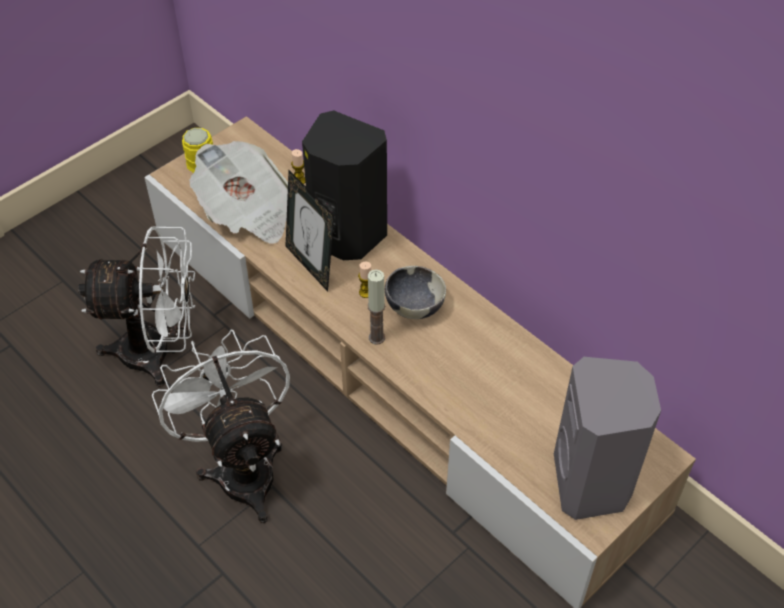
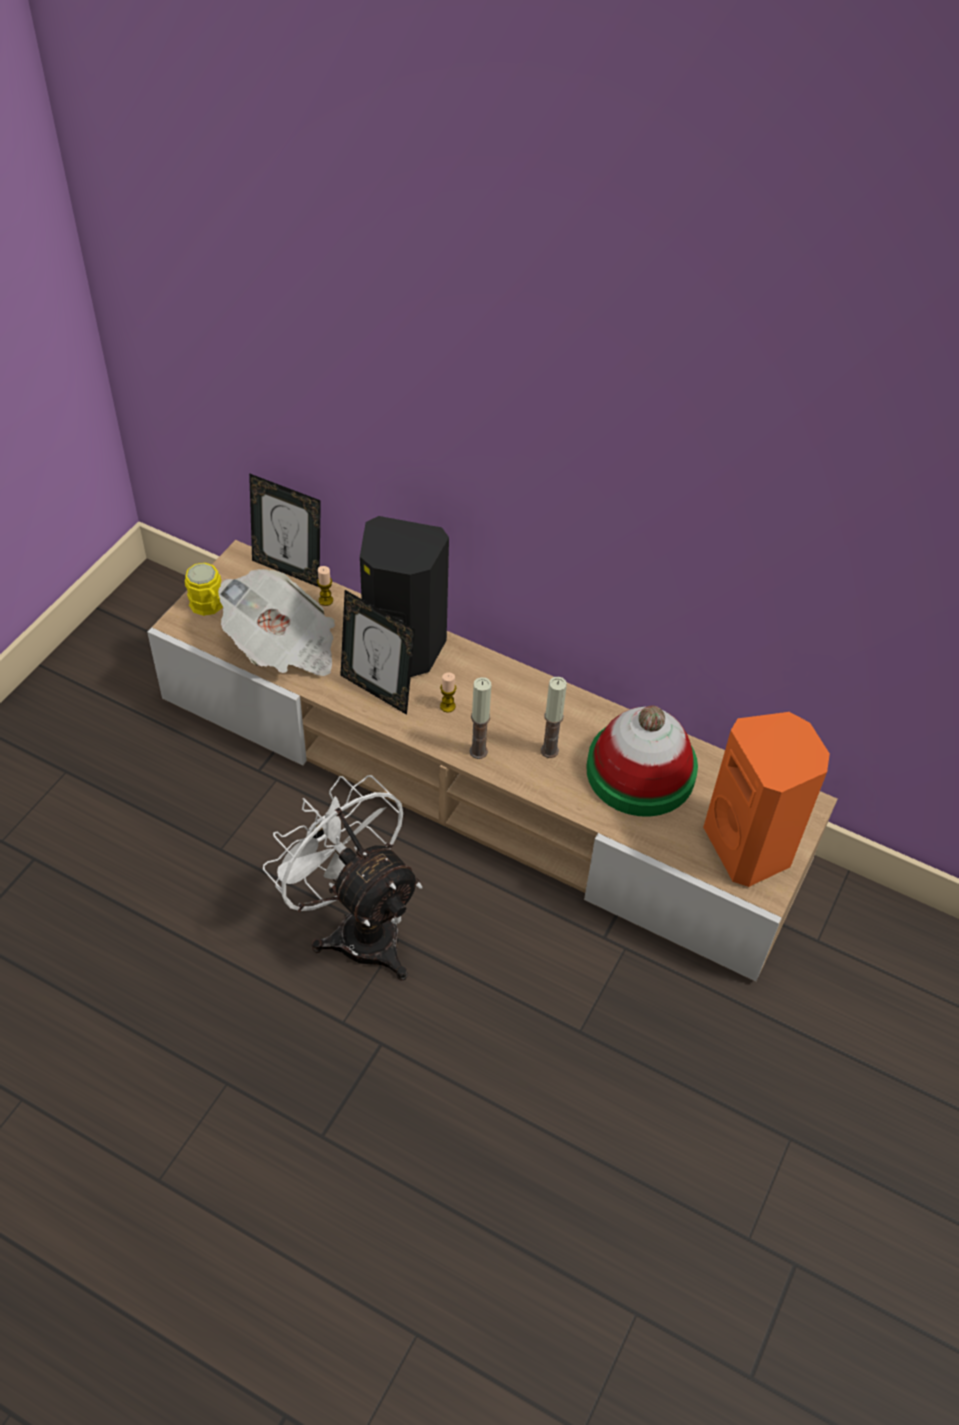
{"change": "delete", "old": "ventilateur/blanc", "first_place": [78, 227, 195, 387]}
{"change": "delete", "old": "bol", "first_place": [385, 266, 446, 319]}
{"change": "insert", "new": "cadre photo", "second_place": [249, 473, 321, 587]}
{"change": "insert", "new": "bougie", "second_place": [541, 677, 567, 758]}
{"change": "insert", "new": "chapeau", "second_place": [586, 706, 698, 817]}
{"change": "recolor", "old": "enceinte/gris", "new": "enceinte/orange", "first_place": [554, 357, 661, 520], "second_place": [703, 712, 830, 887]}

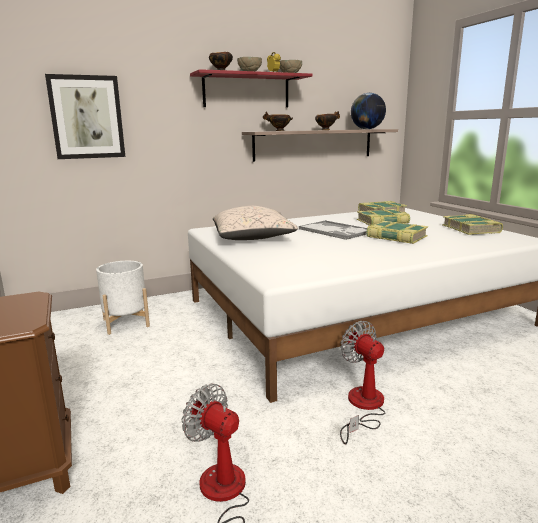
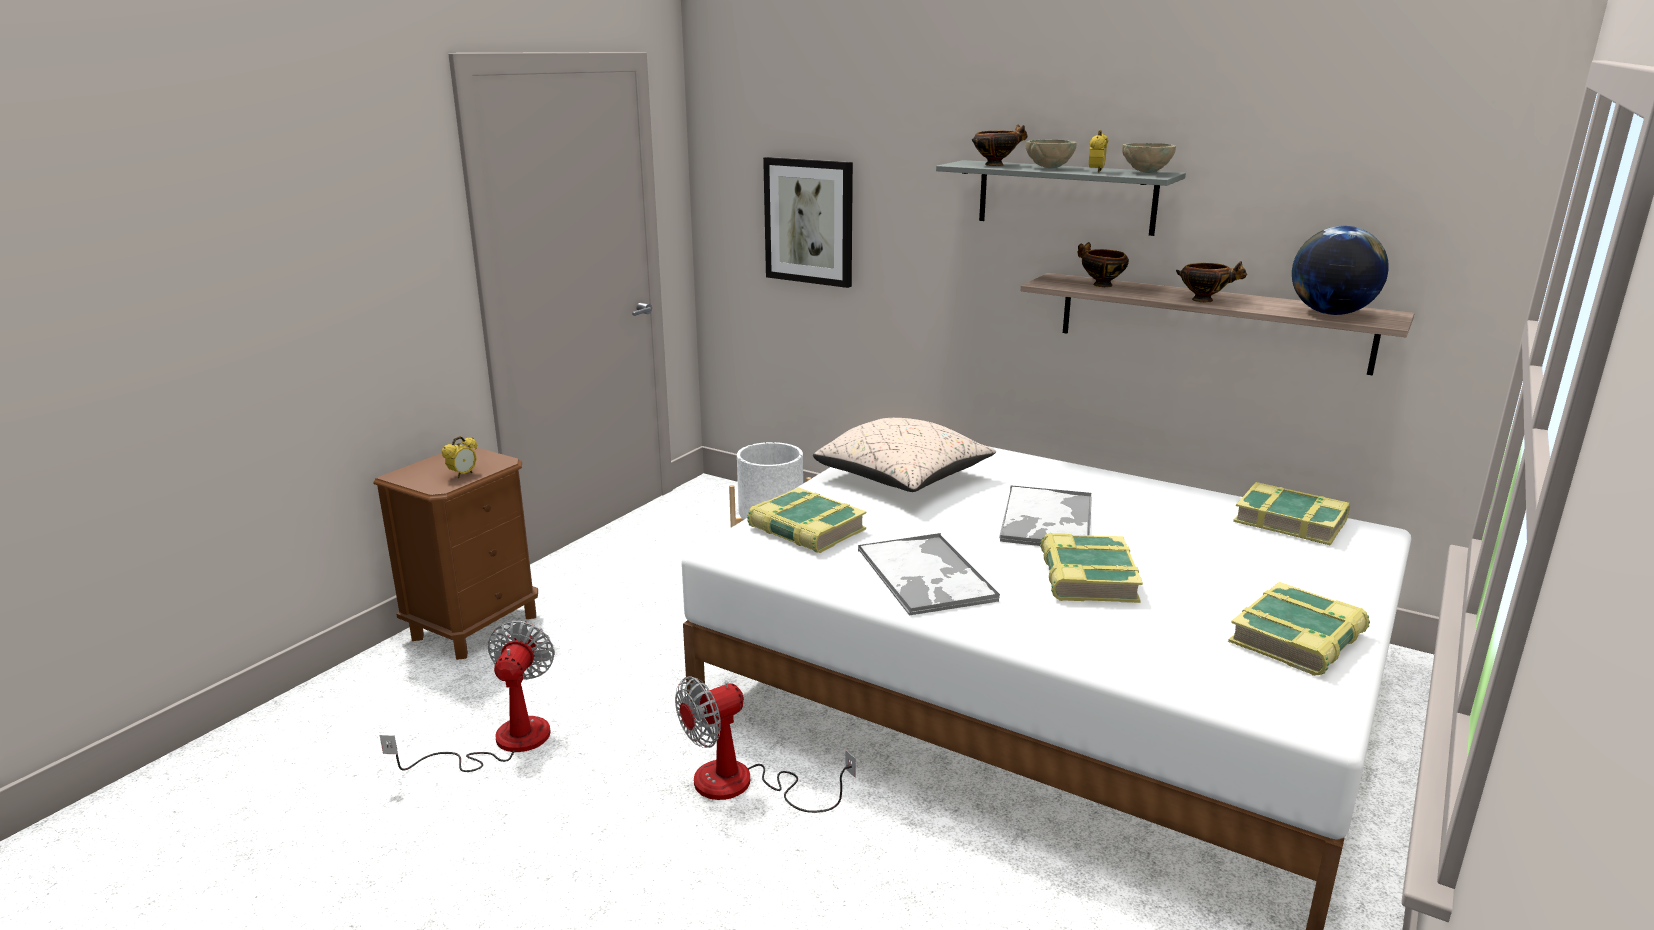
{"change": "insert", "new": "réveil", "second_place": [441, 436, 477, 478]}
{"change": "insert", "new": "plateau", "second_place": [858, 533, 1000, 616]}
{"change": "move", "old": "livre", "first_place": [357, 209, 410, 226], "second_place": [747, 487, 867, 553]}
{"change": "recolor", "old": "étagère/rouge", "new": "étagère/gris", "first_place": [190, 69, 313, 108], "second_place": [936, 160, 1186, 236]}
{"change": "rotate", "old": "ventilateur", "first_place": [340, 321, 386, 445], "second_place": [675, 676, 856, 813], "degrees": -150}

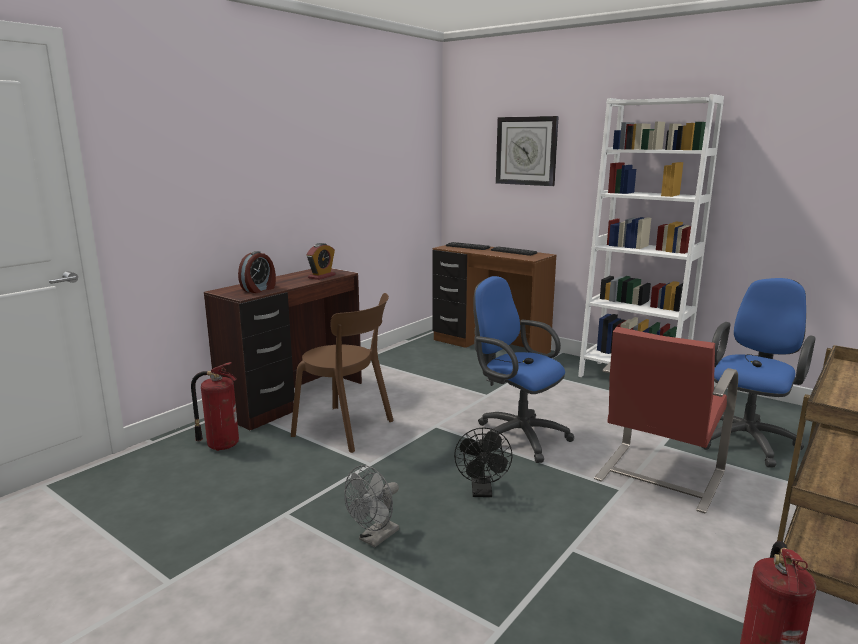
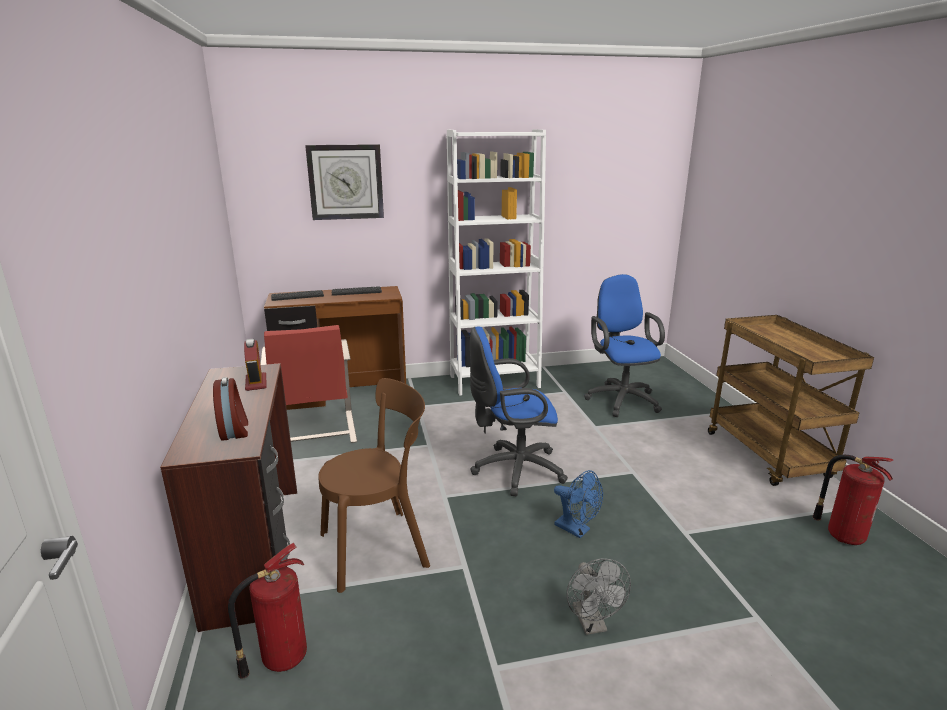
{"change": "move", "old": "chaise/rouge", "first_place": [594, 327, 738, 513], "second_place": [260, 325, 357, 443]}
{"change": "recolor", "old": "ventilateur/noir", "new": "ventilateur/bleu", "first_place": [454, 427, 512, 497], "second_place": [554, 470, 603, 538]}

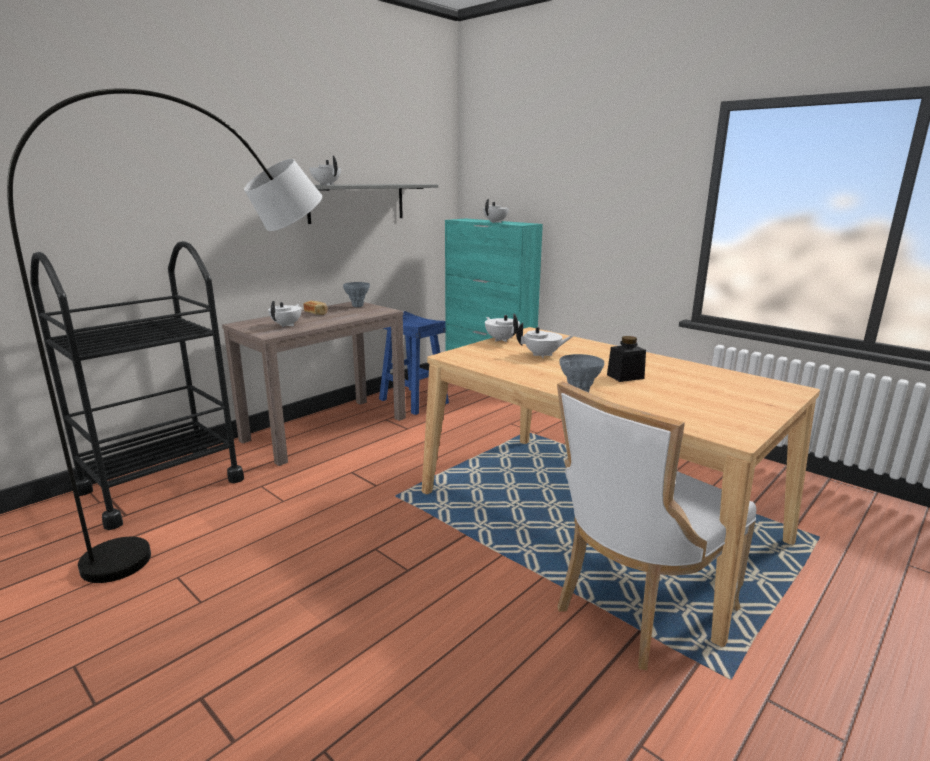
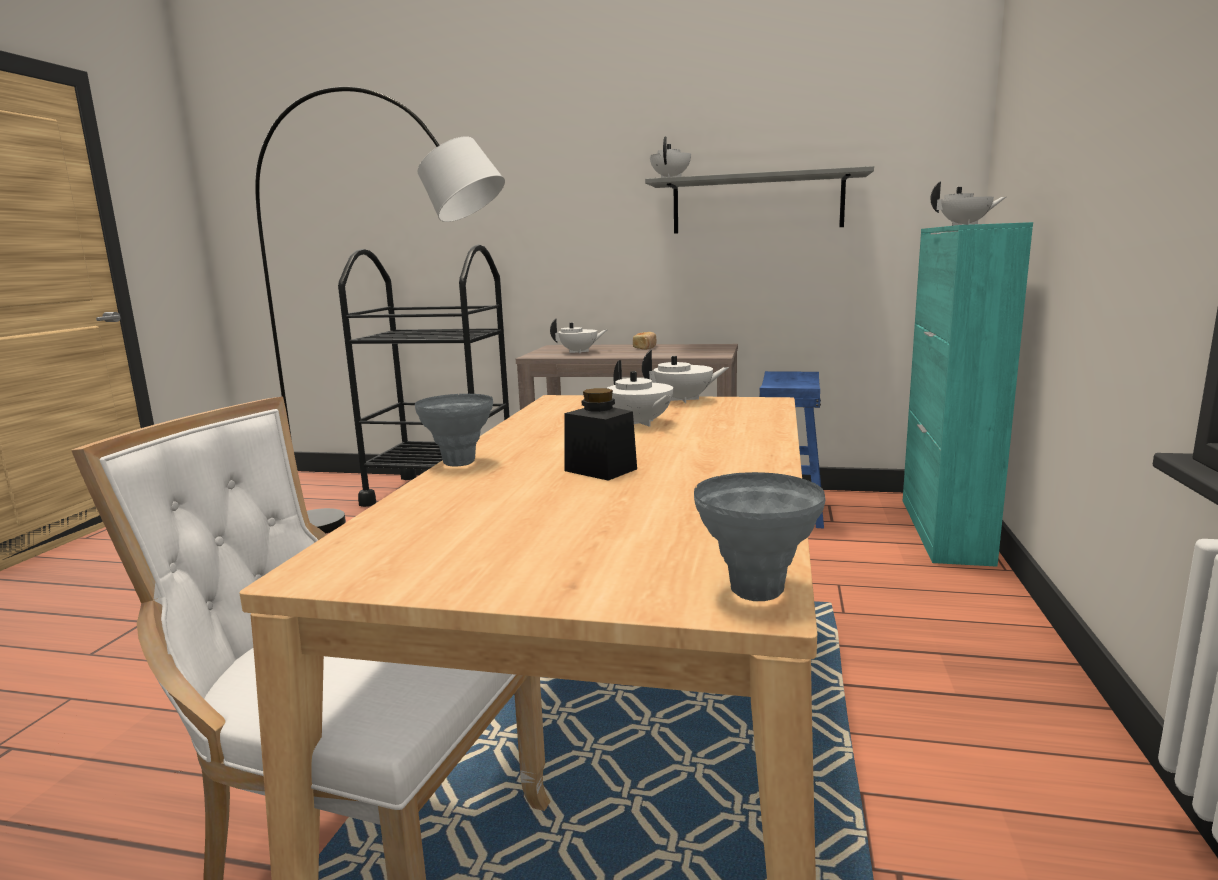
{"change": "move", "old": "vase/gris", "first_place": [343, 282, 370, 307], "second_place": [694, 472, 826, 601]}
{"change": "rotate", "old": "théière/blanc", "first_place": [485, 313, 520, 342], "second_place": [642, 349, 729, 403], "degrees": 60}

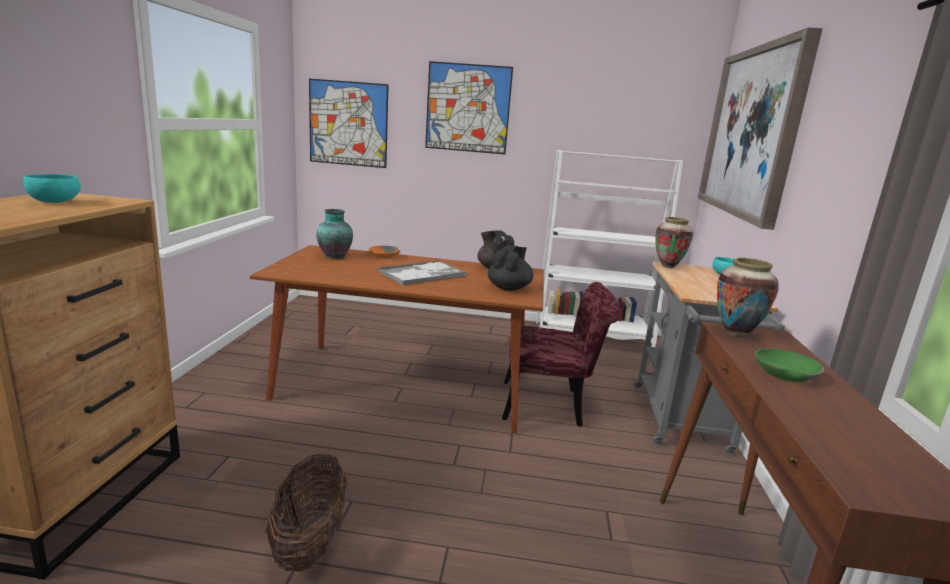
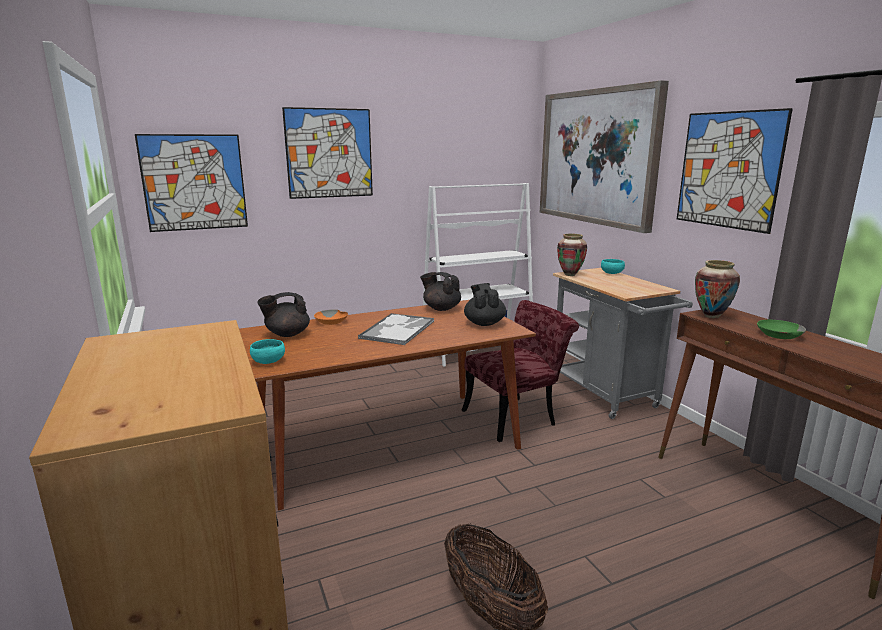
{"change": "insert", "new": "tableau", "second_place": [677, 108, 793, 234]}
{"change": "move", "old": "bol/turquoise", "first_place": [23, 174, 81, 203], "second_place": [250, 339, 285, 364]}
{"change": "replace", "old": "vase", "new": "théière/noir", "first_place": [316, 209, 353, 259], "second_place": [258, 292, 310, 337]}

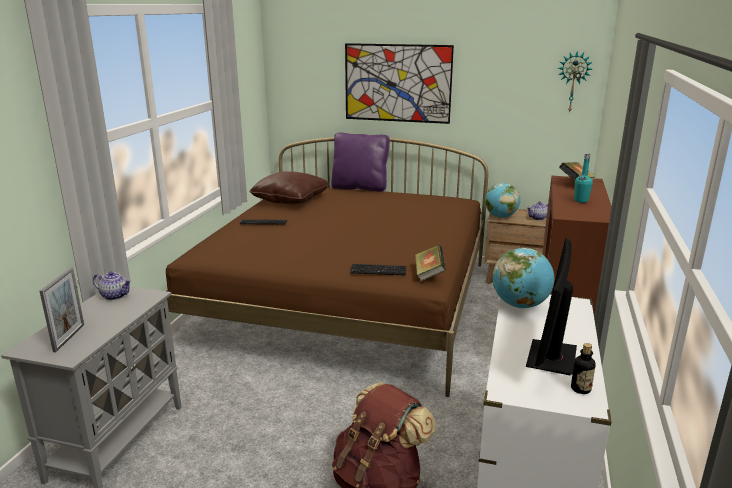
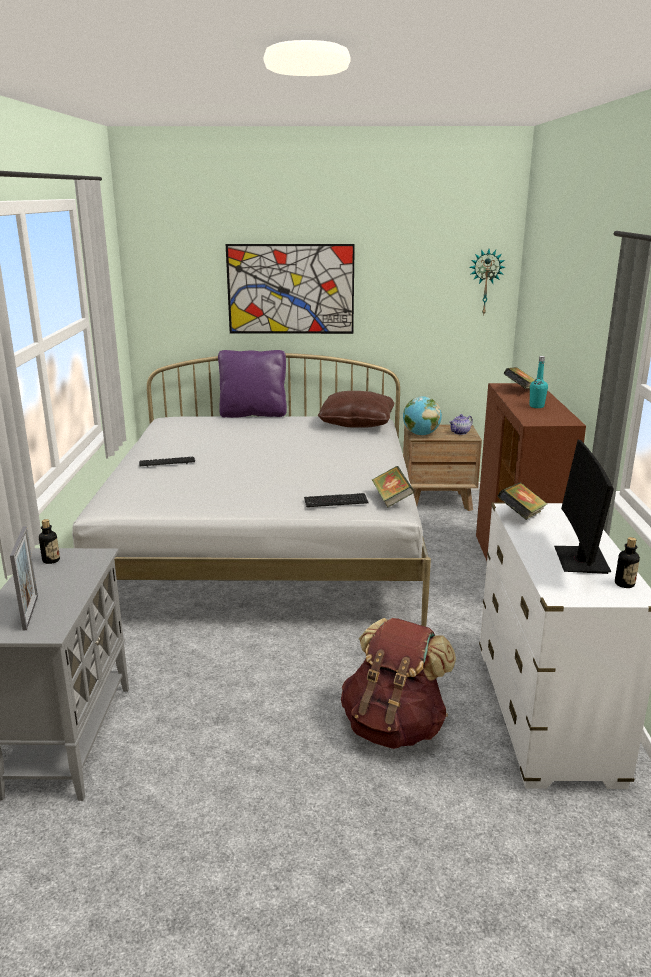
{"change": "move", "old": "coussin/marron", "first_place": [249, 171, 329, 204], "second_place": [318, 391, 394, 428]}
{"change": "replace", "old": "théière", "new": "bouteille", "first_place": [93, 271, 132, 300], "second_place": [39, 519, 60, 564]}
{"change": "replace", "old": "globe", "new": "livre", "first_place": [492, 248, 554, 308], "second_place": [498, 483, 547, 520]}
{"change": "recolor", "old": "lit/marron", "new": "lit/blanc", "first_place": [164, 137, 488, 397], "second_place": [72, 353, 431, 627]}

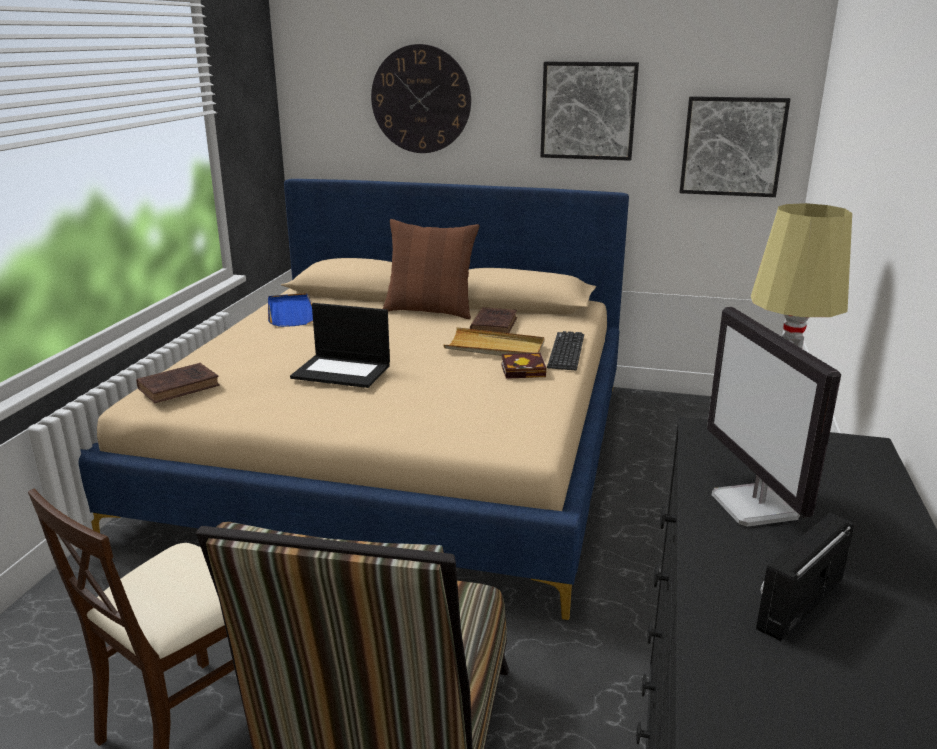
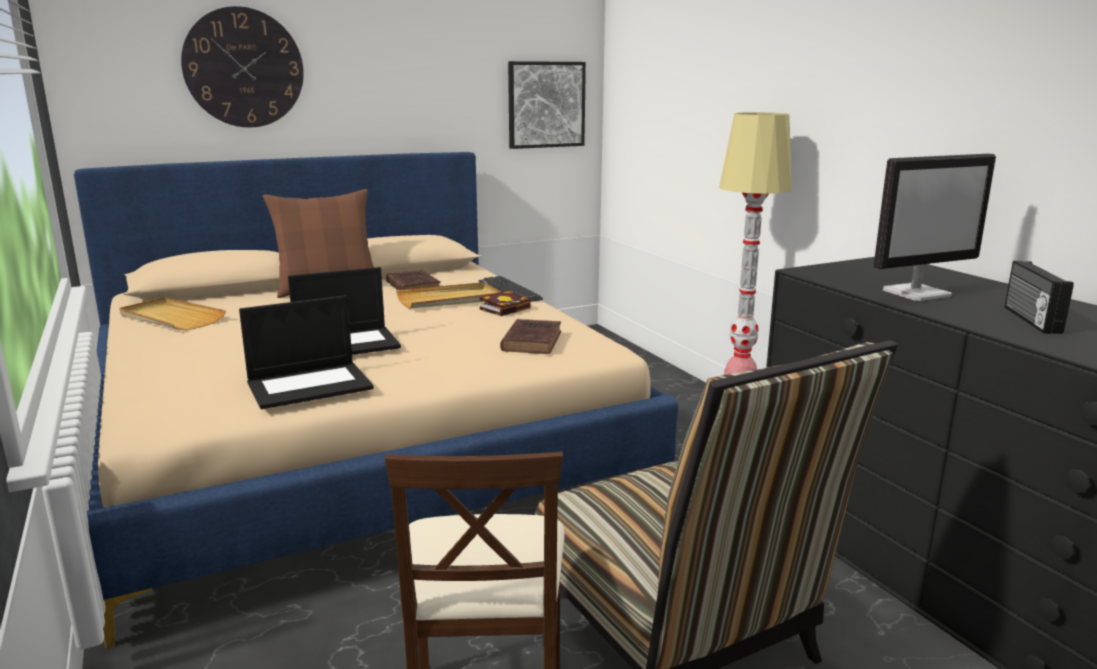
{"change": "delete", "old": "tableau", "first_place": [540, 62, 639, 161]}
{"change": "insert", "new": "ordinateur portable", "second_place": [239, 295, 374, 409]}
{"change": "move", "old": "livre/marron", "first_place": [136, 363, 220, 403], "second_place": [500, 319, 561, 354]}
{"change": "recolor", "old": "plateau/bleu", "new": "plateau/beige", "first_place": [268, 293, 313, 327], "second_place": [119, 297, 226, 330]}
{"change": "rotate", "old": "écran d'ordinateur", "first_place": [707, 307, 841, 527], "second_place": [874, 153, 996, 301], "degrees": -60}

